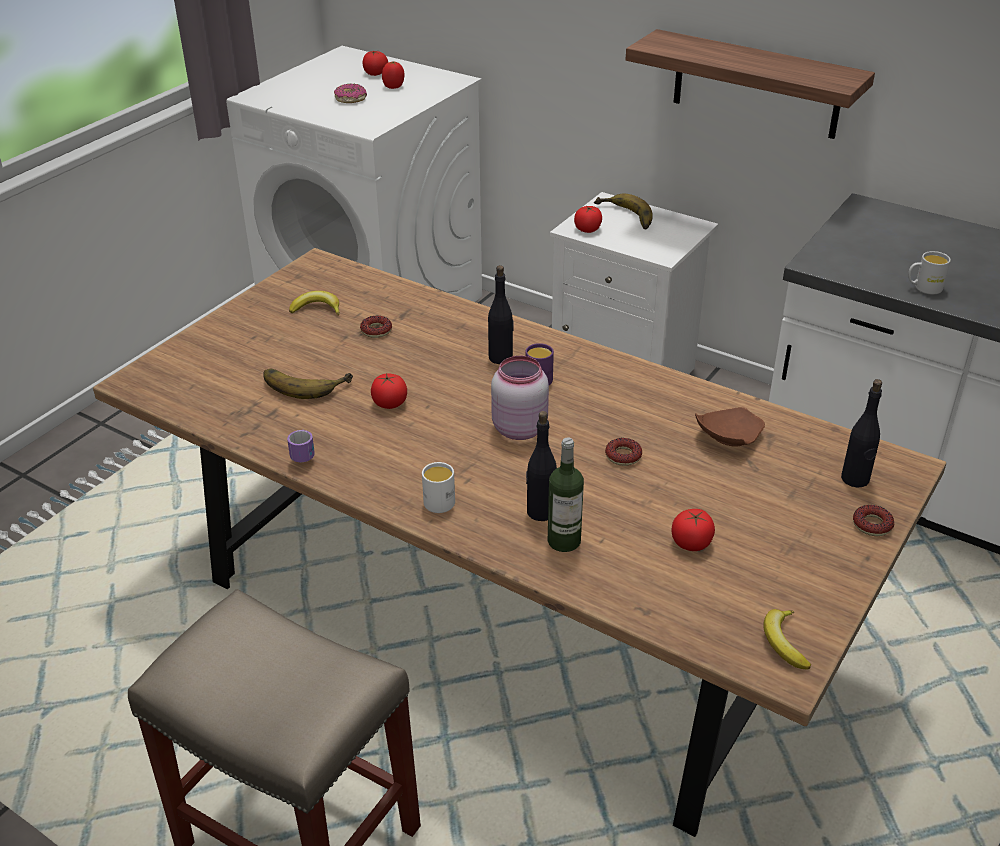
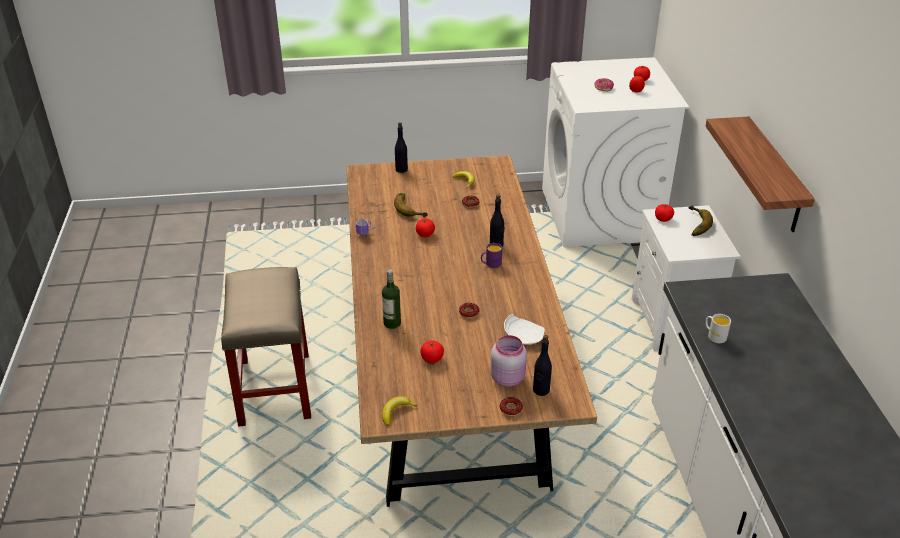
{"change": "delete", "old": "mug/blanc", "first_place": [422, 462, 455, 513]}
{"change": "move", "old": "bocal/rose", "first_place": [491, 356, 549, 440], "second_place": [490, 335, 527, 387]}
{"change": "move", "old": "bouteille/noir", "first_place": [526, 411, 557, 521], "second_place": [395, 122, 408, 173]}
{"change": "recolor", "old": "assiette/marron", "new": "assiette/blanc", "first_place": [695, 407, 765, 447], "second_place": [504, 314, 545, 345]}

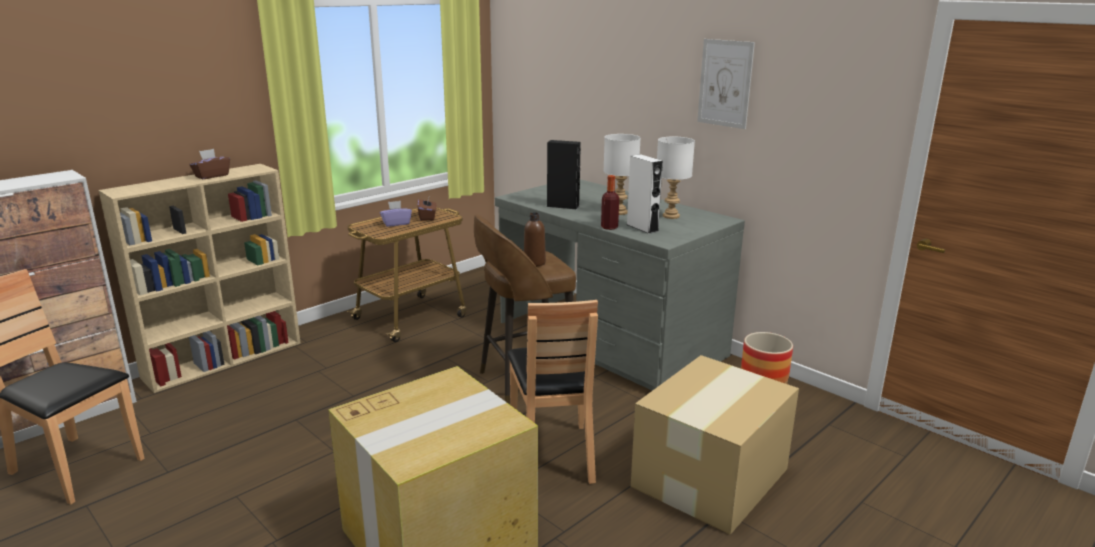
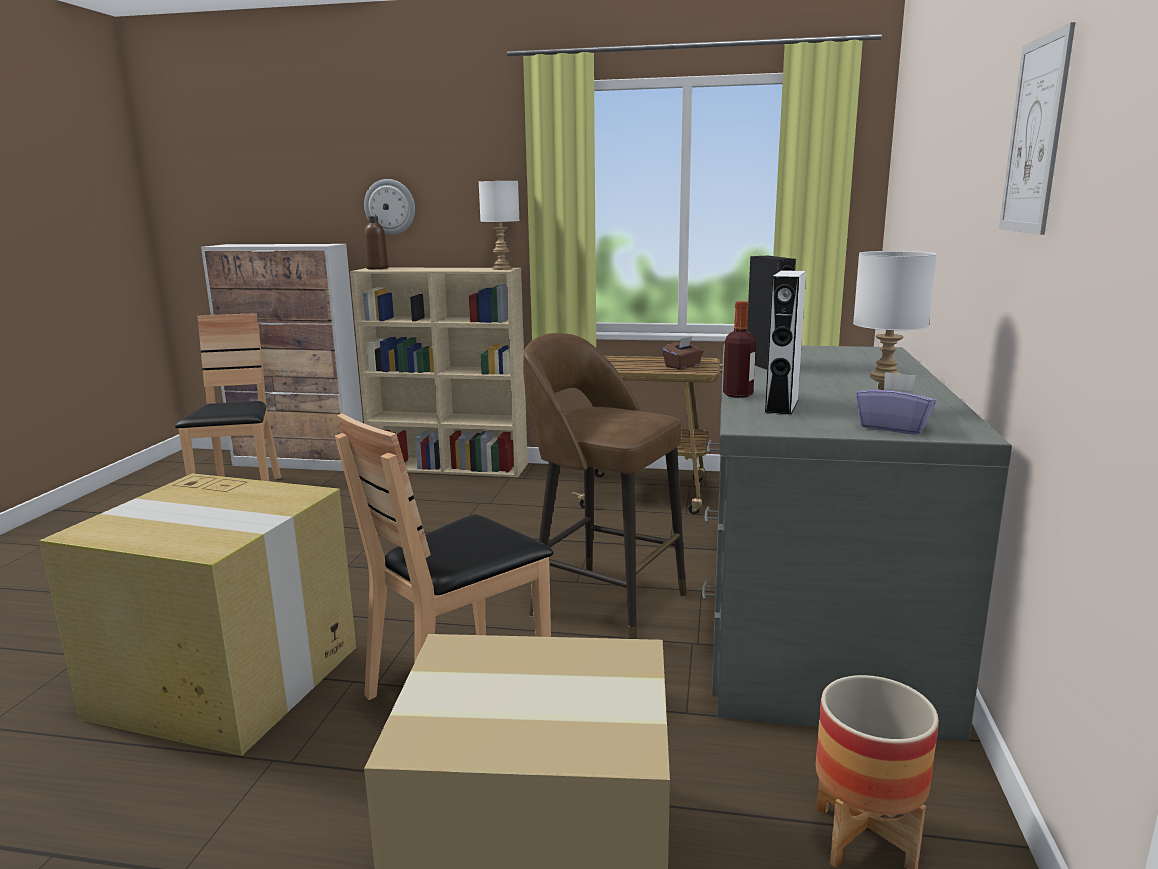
{"change": "delete", "old": "boîte à mouchoirs/marron", "first_place": [189, 149, 230, 179]}
{"change": "insert", "new": "horloge murale", "second_place": [364, 179, 415, 235]}
{"change": "move", "old": "boîte à mouchoirs/violet", "first_place": [380, 201, 412, 227], "second_place": [856, 372, 936, 435]}
{"change": "move", "old": "bouteille/marron", "first_place": [524, 212, 546, 266], "second_place": [364, 216, 388, 269]}
{"change": "move", "old": "lampe de table/blanc", "first_place": [603, 134, 641, 215], "second_place": [478, 181, 519, 270]}

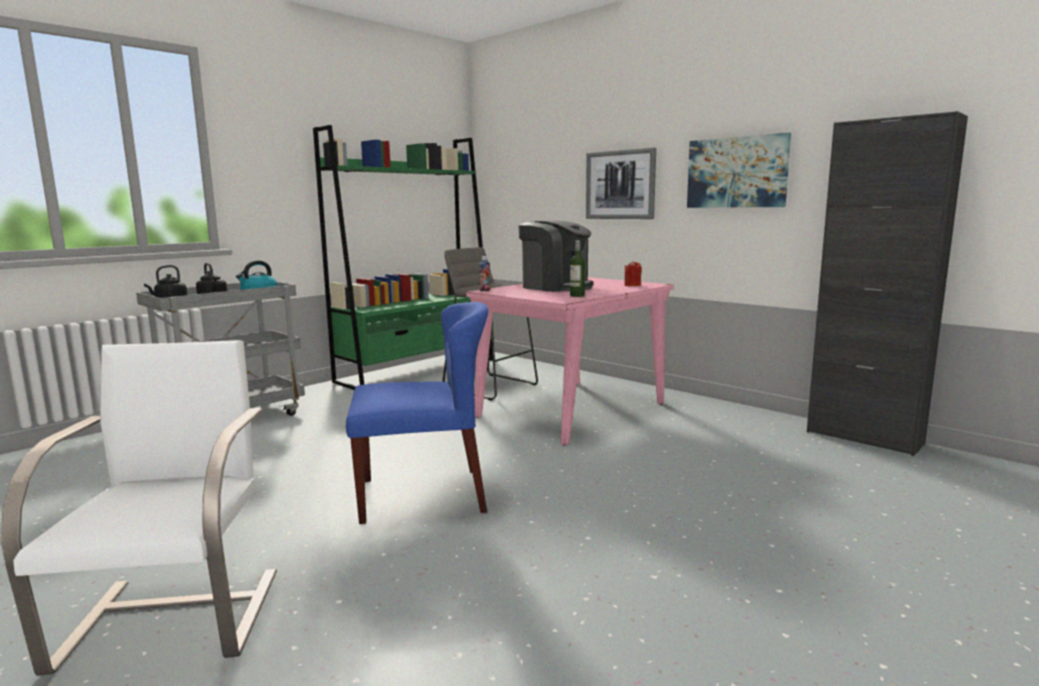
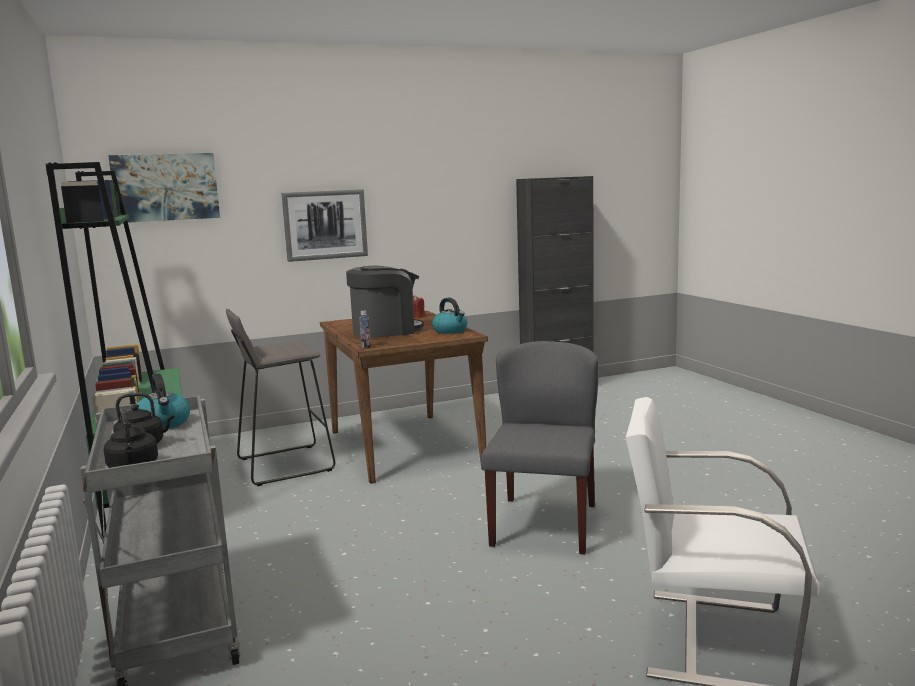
{"change": "move", "old": "tableau", "first_place": [687, 133, 791, 208], "second_place": [108, 153, 220, 222]}
{"change": "replace", "old": "bouteille", "new": "bouilloire", "first_place": [570, 240, 585, 297], "second_place": [432, 298, 467, 334]}
{"change": "recolor", "old": "chaise/bleu", "new": "chaise/gris", "first_place": [346, 302, 488, 524], "second_place": [481, 341, 598, 555]}
{"change": "recolor", "old": "table à manger/rose", "new": "table à manger/marron", "first_place": [466, 277, 674, 446], "second_place": [320, 311, 488, 484]}

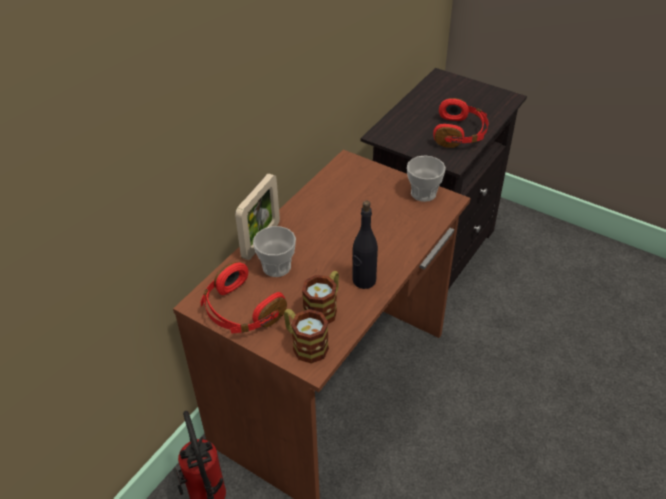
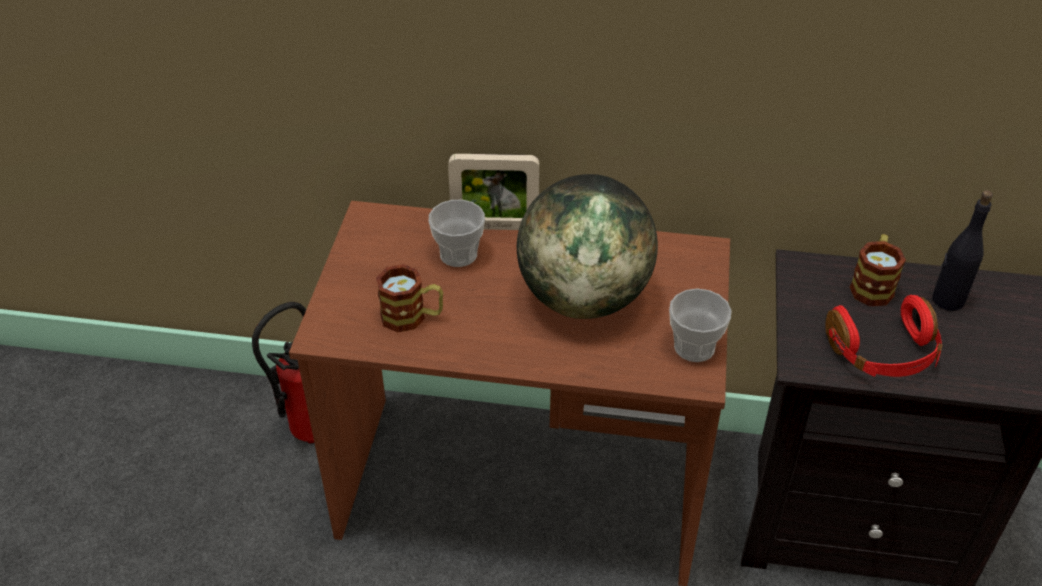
{"change": "delete", "old": "casque audio/rouge", "first_place": [201, 262, 287, 333]}
{"change": "insert", "new": "globe", "second_place": [517, 174, 658, 319]}
{"change": "move", "old": "mug", "first_place": [284, 309, 329, 364], "second_place": [850, 234, 906, 306]}
{"change": "move", "old": "bouteille/noir", "first_place": [352, 200, 378, 289], "second_place": [932, 190, 993, 311]}

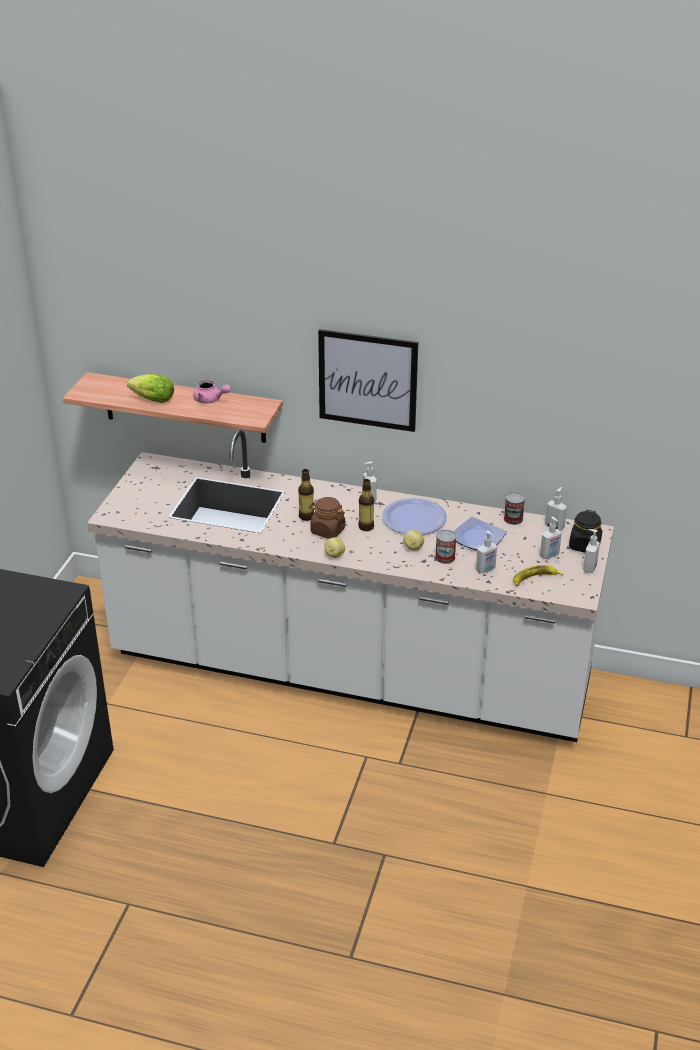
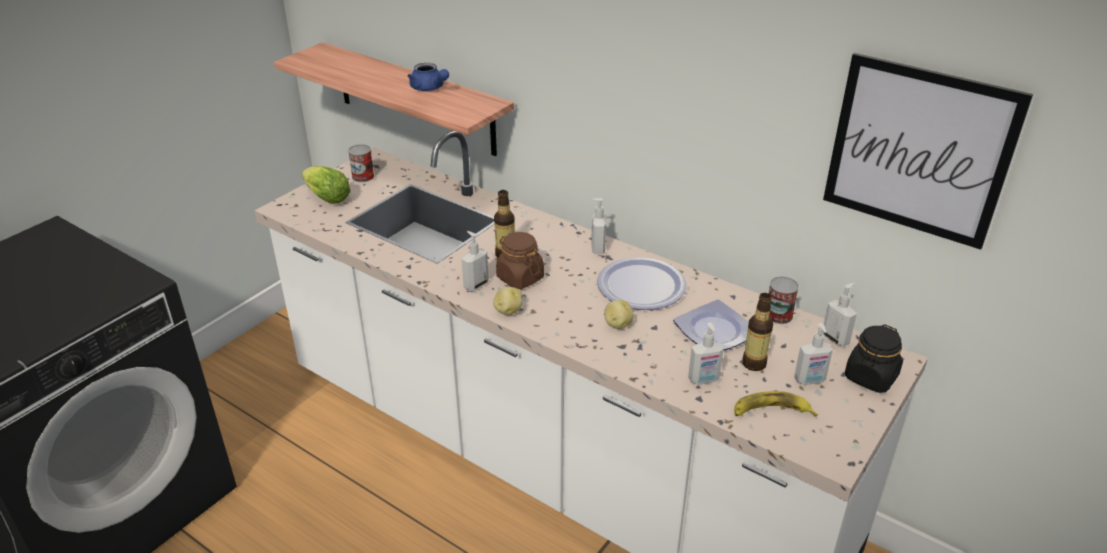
{"change": "move", "old": "laitue", "first_place": [127, 374, 174, 403], "second_place": [301, 166, 351, 204]}
{"change": "move", "old": "tableau", "first_place": [318, 329, 418, 432], "second_place": [823, 53, 1033, 250]}
{"change": "move", "old": "bouteille", "first_place": [358, 479, 374, 531], "second_place": [742, 293, 773, 371]}
{"change": "move", "old": "boîte métallique", "first_place": [435, 530, 457, 564], "second_place": [348, 144, 374, 182]}
{"change": "move", "old": "distributeur de savon", "first_place": [583, 529, 600, 573], "second_place": [462, 231, 489, 291]}
{"change": "recolor", "old": "théière/rose", "new": "théière/bleu", "first_place": [193, 380, 231, 403], "second_place": [407, 63, 449, 91]}

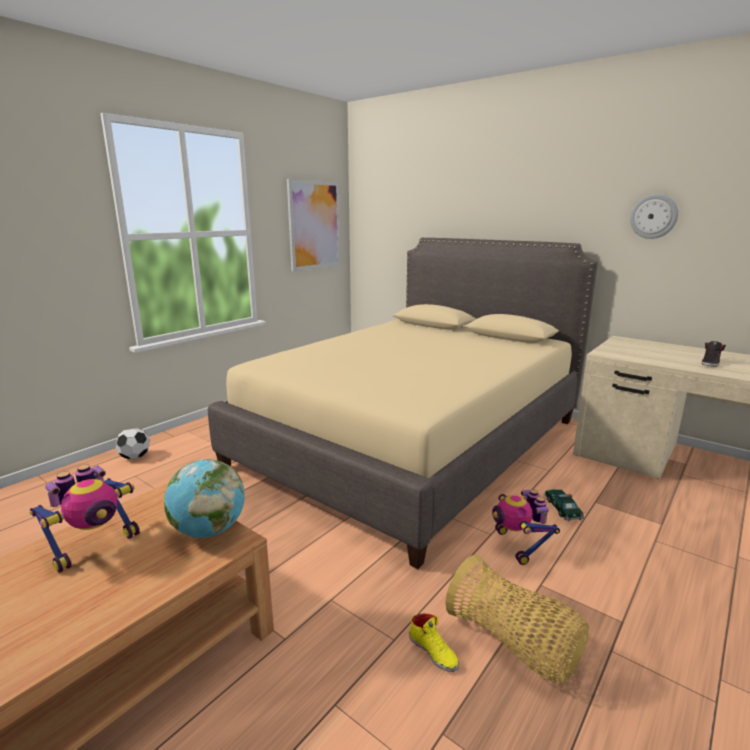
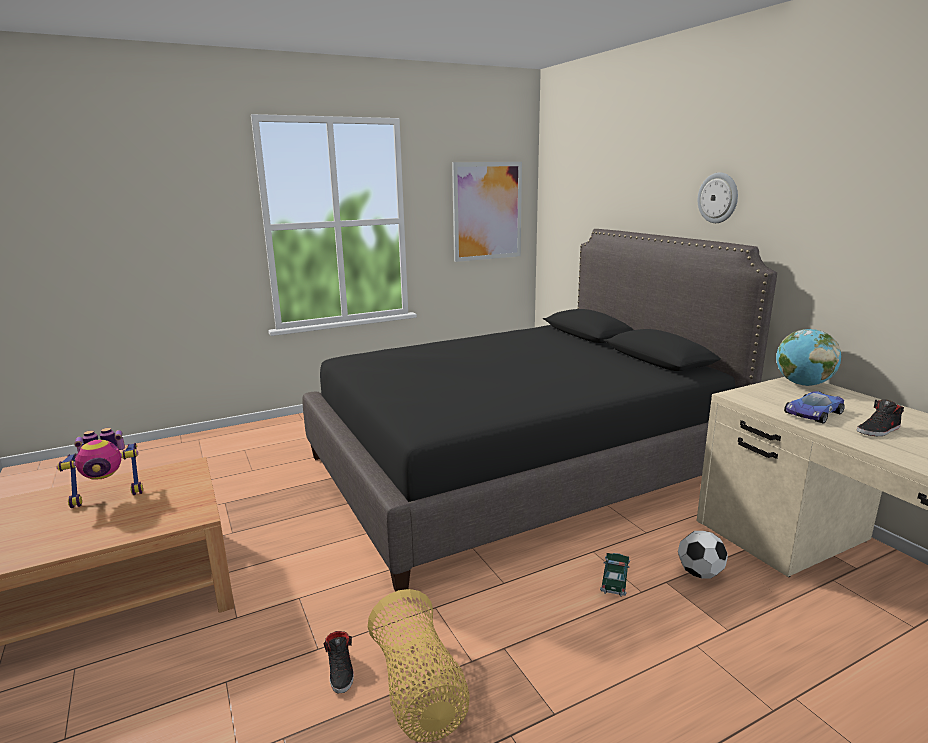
{"change": "delete", "old": "robot jouet", "first_place": [492, 489, 560, 565]}
{"change": "insert", "new": "petite voiture", "second_place": [784, 391, 845, 424]}
{"change": "move", "old": "ballon de foot", "first_place": [115, 428, 150, 459], "second_place": [678, 531, 728, 578]}
{"change": "move", "old": "globe", "first_place": [164, 459, 245, 538], "second_place": [776, 329, 841, 386]}
{"change": "move", "old": "horloge murale", "first_place": [630, 194, 678, 239], "second_place": [698, 173, 738, 223]}
{"change": "recolor", "old": "lit/beige", "new": "lit/noir", "first_place": [208, 238, 598, 569], "second_place": [302, 229, 777, 592]}
{"change": "recolor", "old": "chaussure/jaune", "new": "chaussure/noir", "first_place": [409, 613, 459, 672], "second_place": [323, 631, 354, 694]}

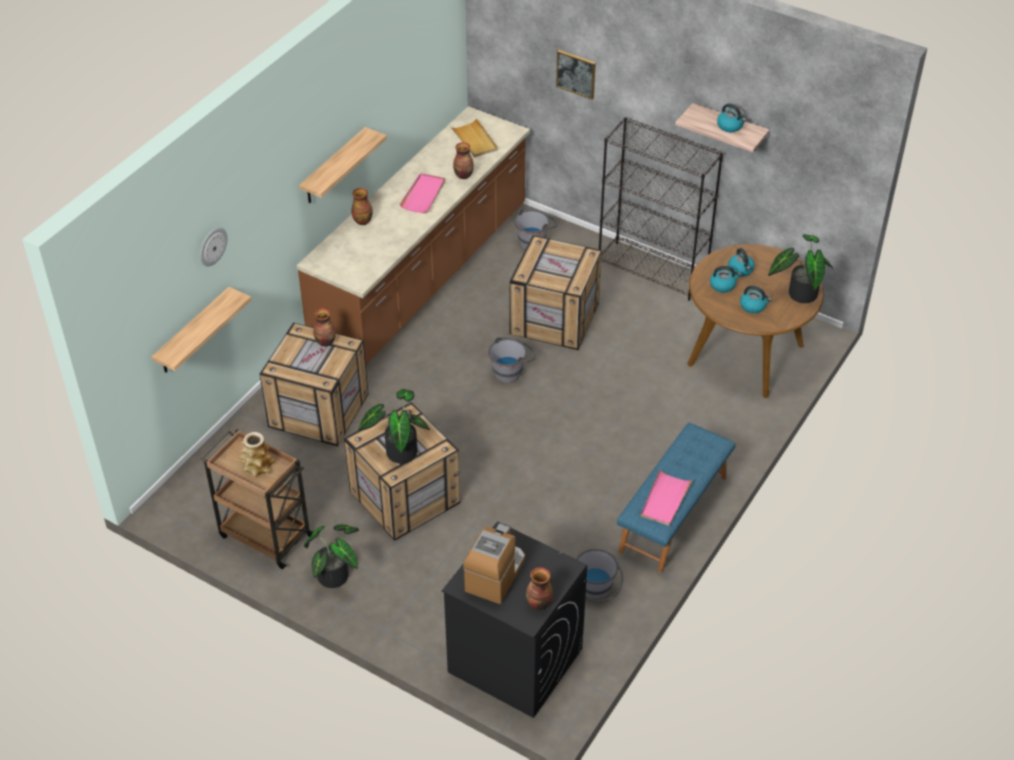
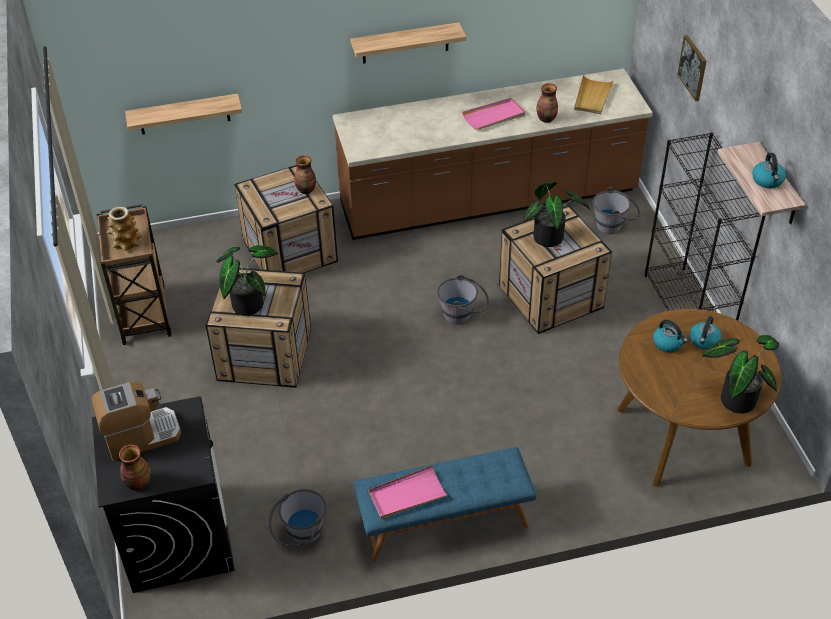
{"change": "delete", "old": "horloge murale", "first_place": [200, 227, 227, 266]}
{"change": "delete", "old": "vase", "first_place": [351, 188, 373, 225]}
{"change": "delete", "old": "bouilloire", "first_place": [740, 286, 771, 313]}
{"change": "move", "old": "plante en pot", "first_place": [304, 524, 359, 588], "second_place": [524, 181, 590, 247]}

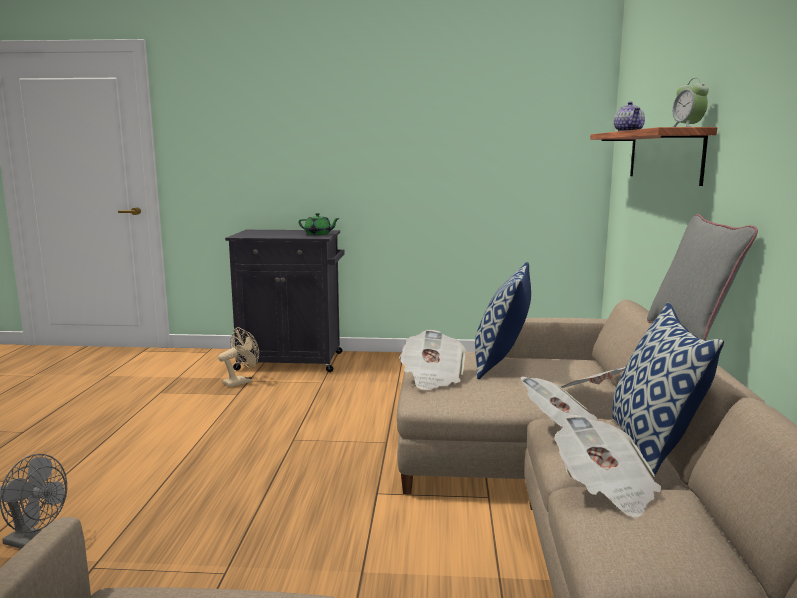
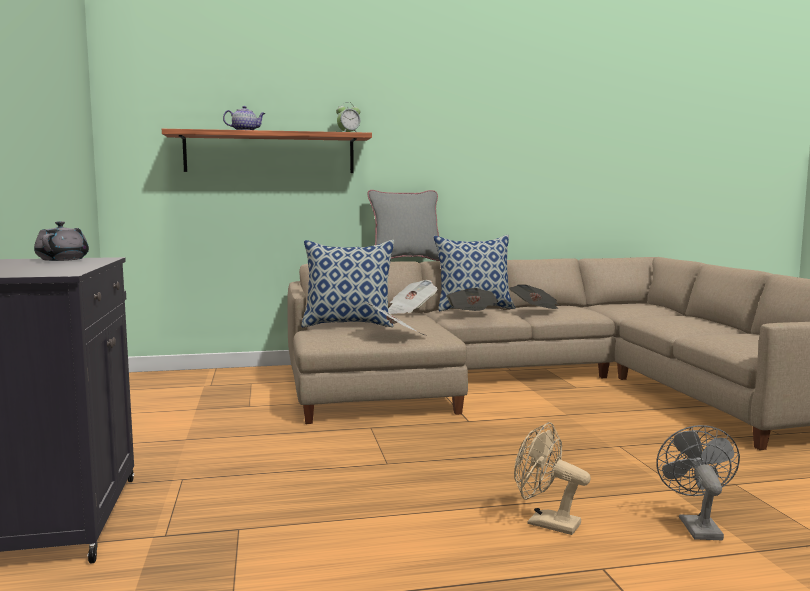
{"change": "move", "old": "ventilateur/beige", "first_place": [218, 327, 259, 387], "second_place": [514, 422, 591, 535]}
{"change": "recolor", "old": "théière/vert", "new": "théière/gris", "first_place": [299, 213, 340, 235], "second_place": [34, 221, 89, 261]}

